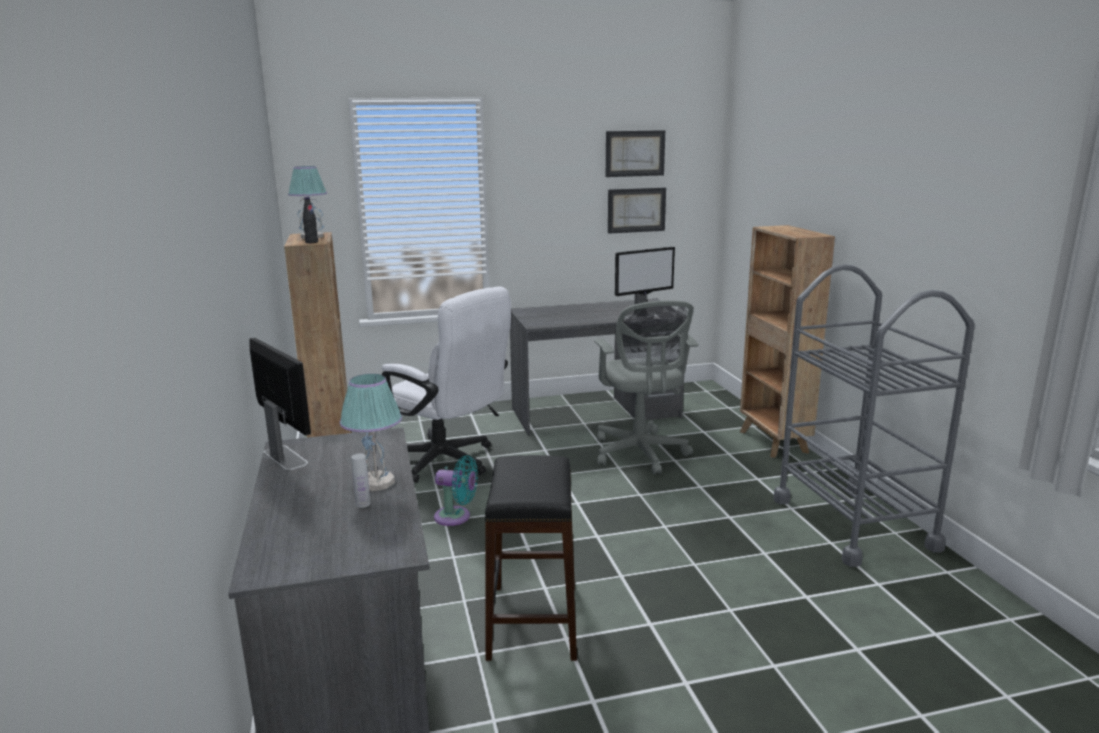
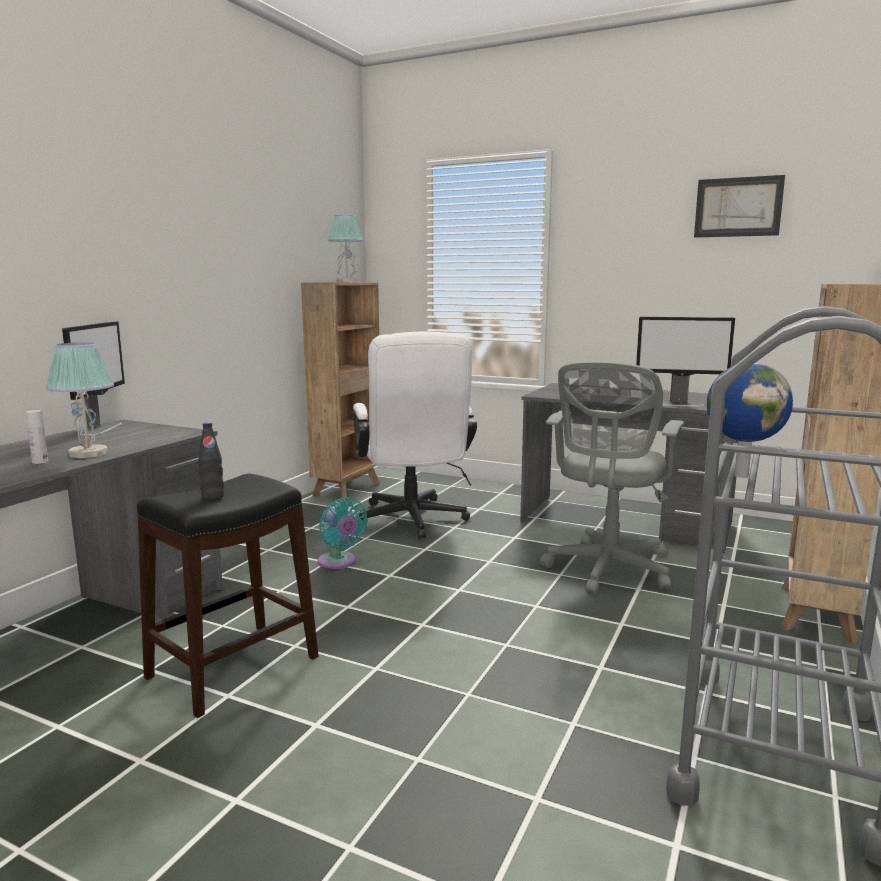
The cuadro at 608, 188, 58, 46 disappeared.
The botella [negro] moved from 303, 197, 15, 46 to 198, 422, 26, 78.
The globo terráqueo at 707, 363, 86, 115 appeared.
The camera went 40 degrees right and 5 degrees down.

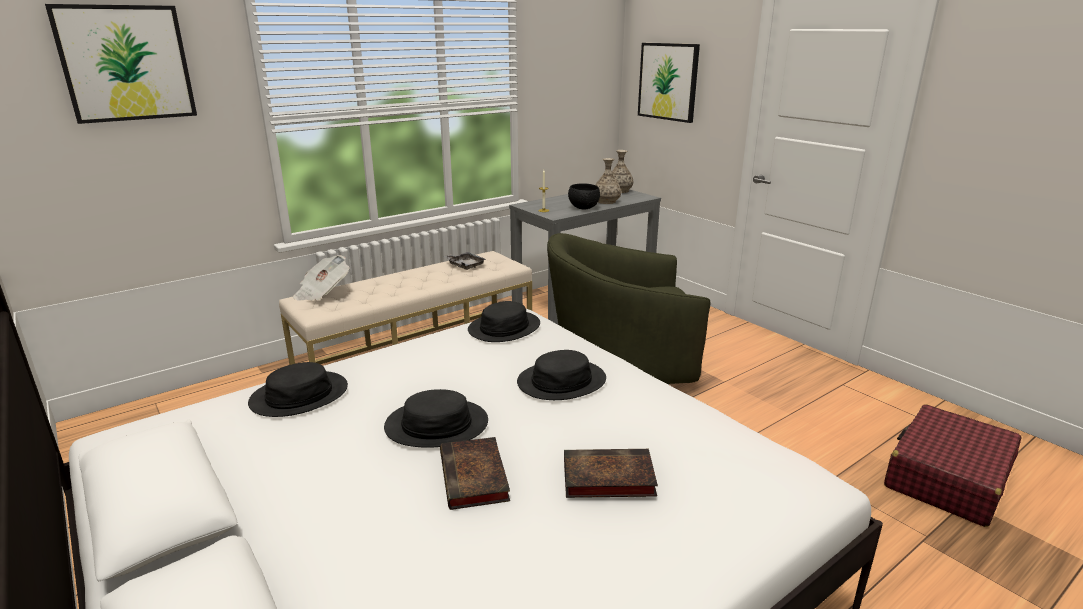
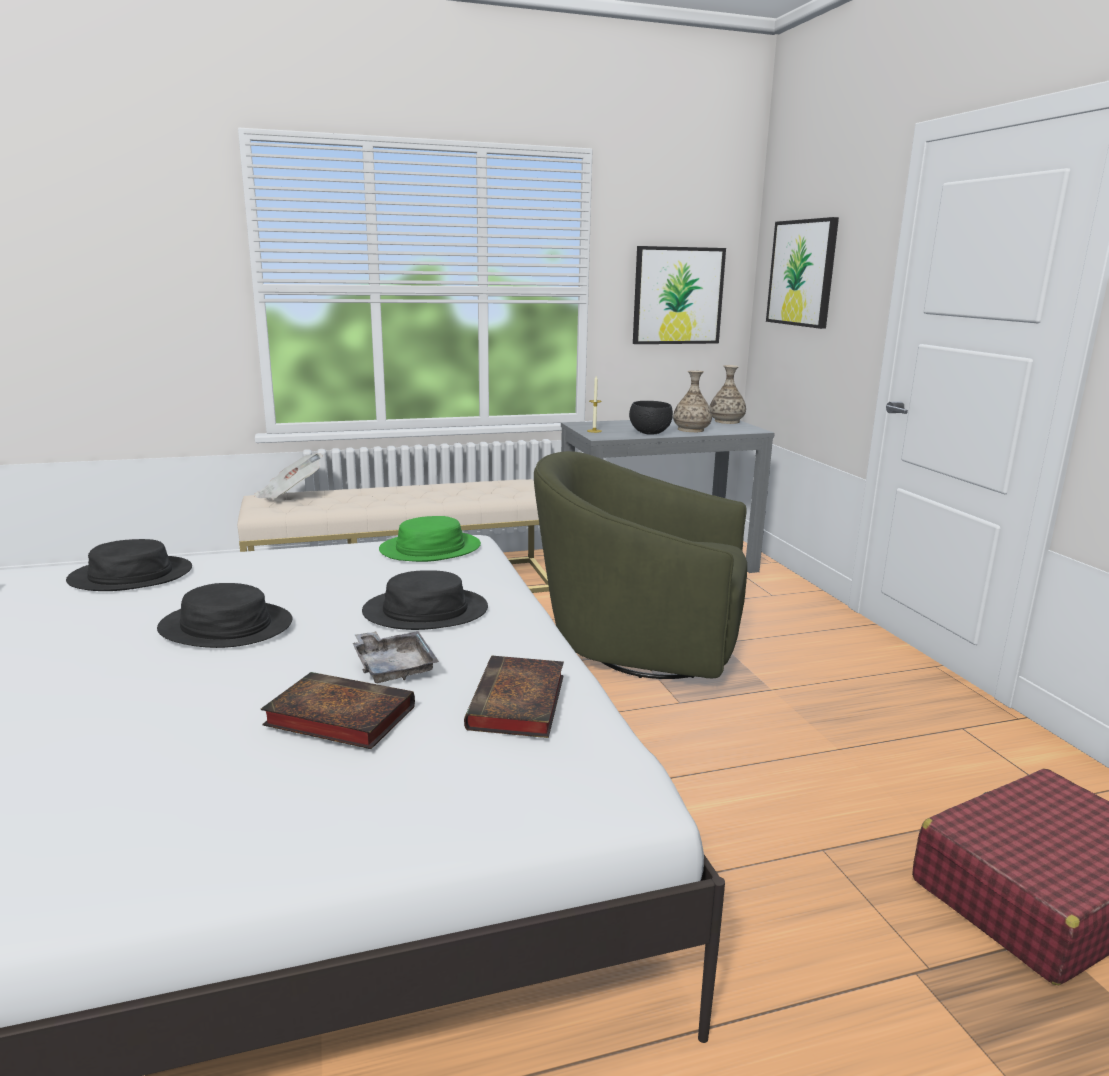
The cuadro moved from 45, 4, 152, 120 to 633, 246, 93, 98.
The bandeja [gris] moved from 444, 252, 42, 18 to 353, 631, 86, 52.
The sombrero [negro] at 468, 301, 72, 41 became the sombrero [verde] at 379, 516, 102, 46.
The libro moved from 440, 437, 70, 73 to 464, 656, 100, 82.
The camera went 20 degrees right and 5 degrees down.

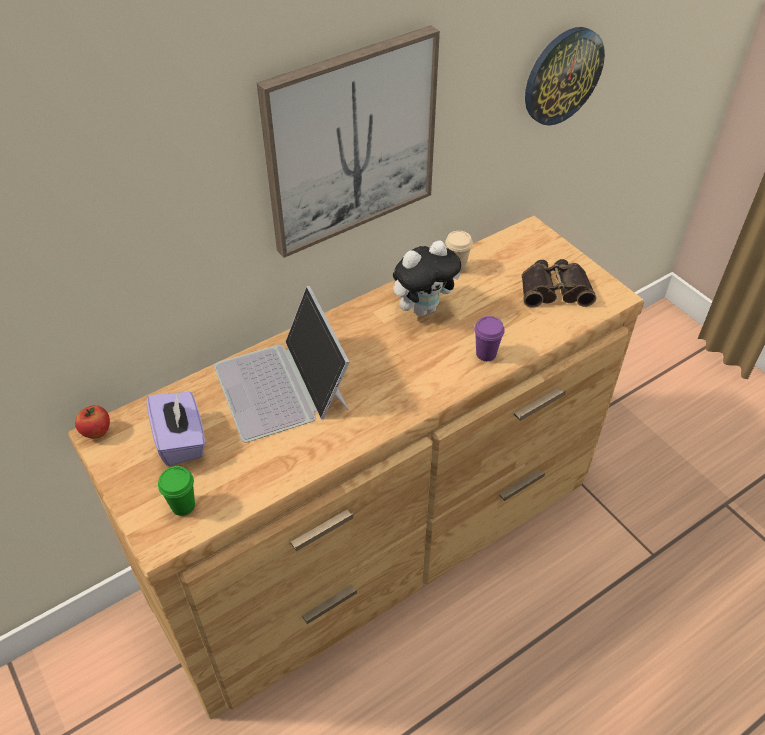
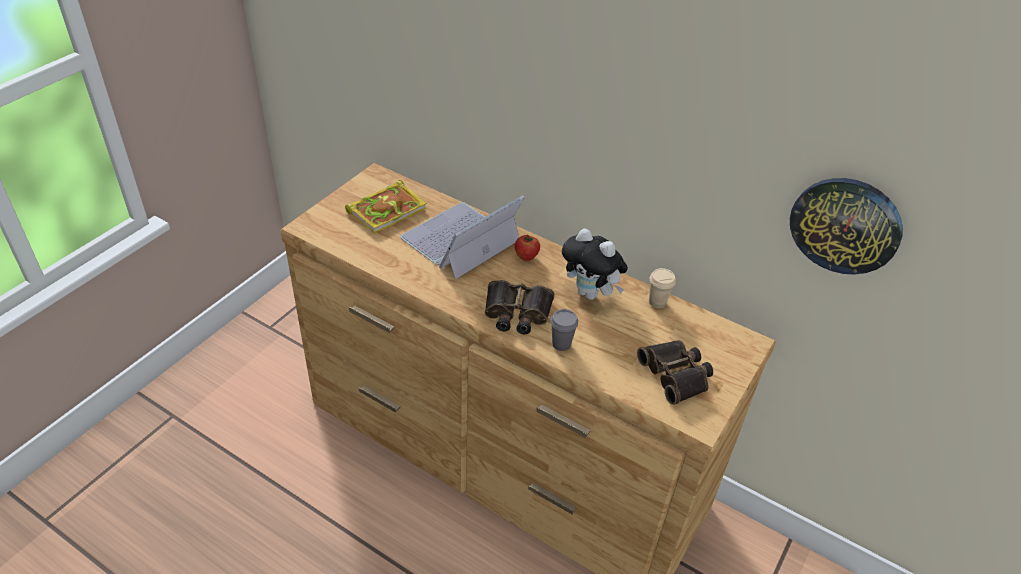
The cuadro at 257, 25, 183, 233 disappeared.
The taza [morado] at 474, 316, 31, 45 became the taza [gris] at 551, 309, 27, 42.
The caja de pañuelos [morado] at 147, 392, 58, 74 was replaced by the libro at 345, 180, 82, 54.
The manzana moved from 75, 405, 35, 34 to 515, 235, 25, 26.
The taza [verde] at 158, 466, 37, 50 disappeared.
The prismáticos at 485, 280, 69, 54 appeared.
The camera went 65 degrees right and 5 degrees down.

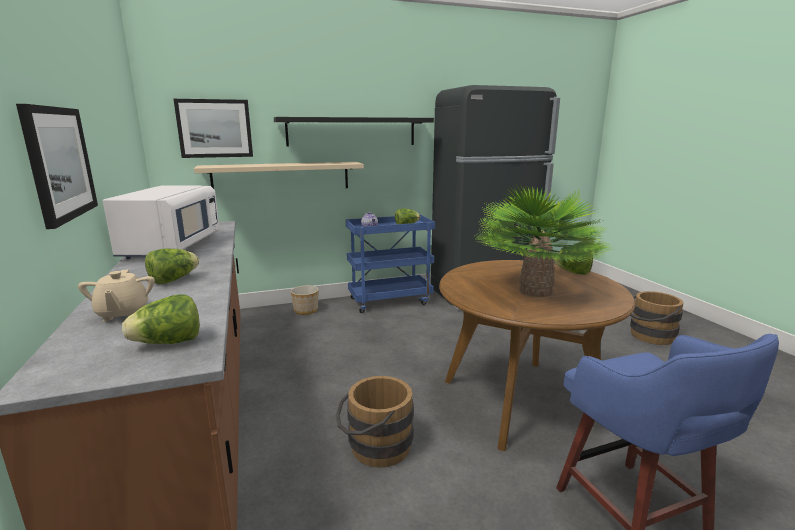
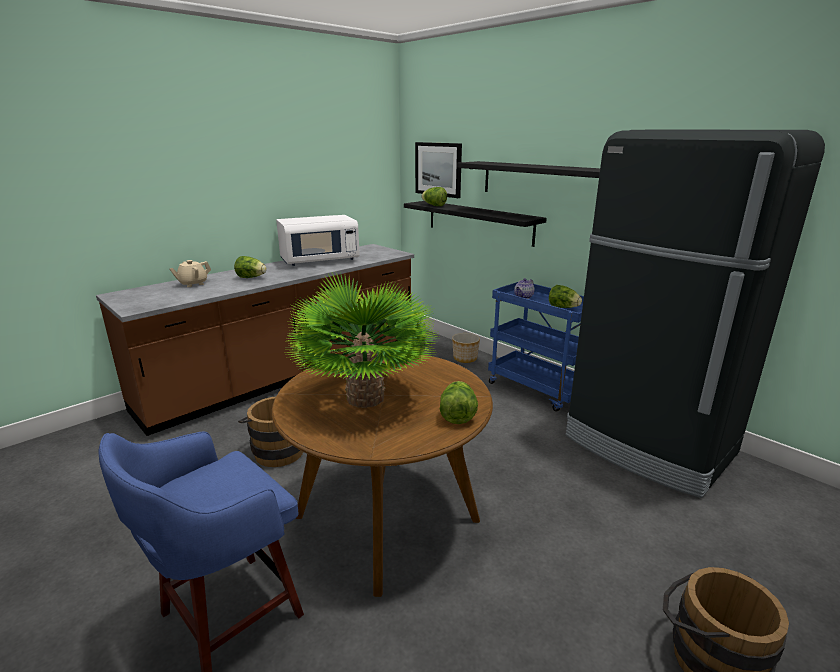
The cuadro at 16, 104, 82, 125 disappeared.
The estante [beis] at 194, 162, 170, 27 became the estante [negro] at 404, 201, 143, 46.
The lechuga moved from 122, 295, 78, 49 to 422, 187, 25, 19.
The camera went 65 degrees right and 5 degrees up.

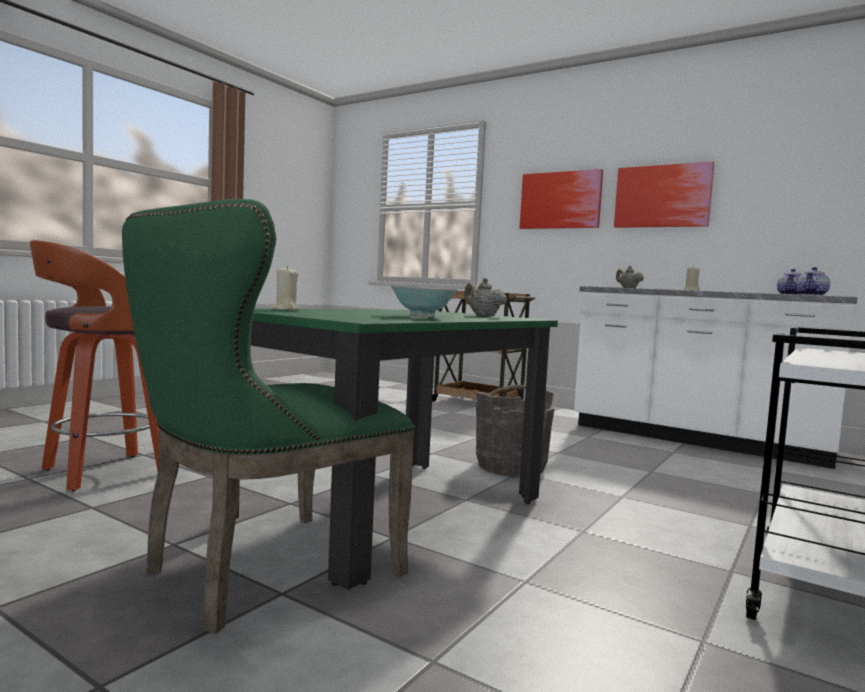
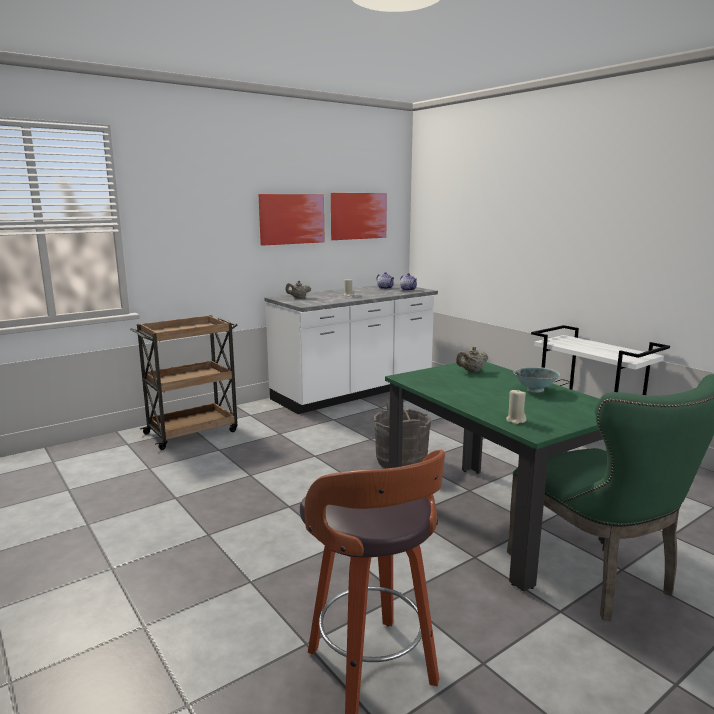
The cuadro moved from 520, 169, 83, 60 to 331, 193, 56, 47.
The camera went 70 degrees left and 10 degrees up.

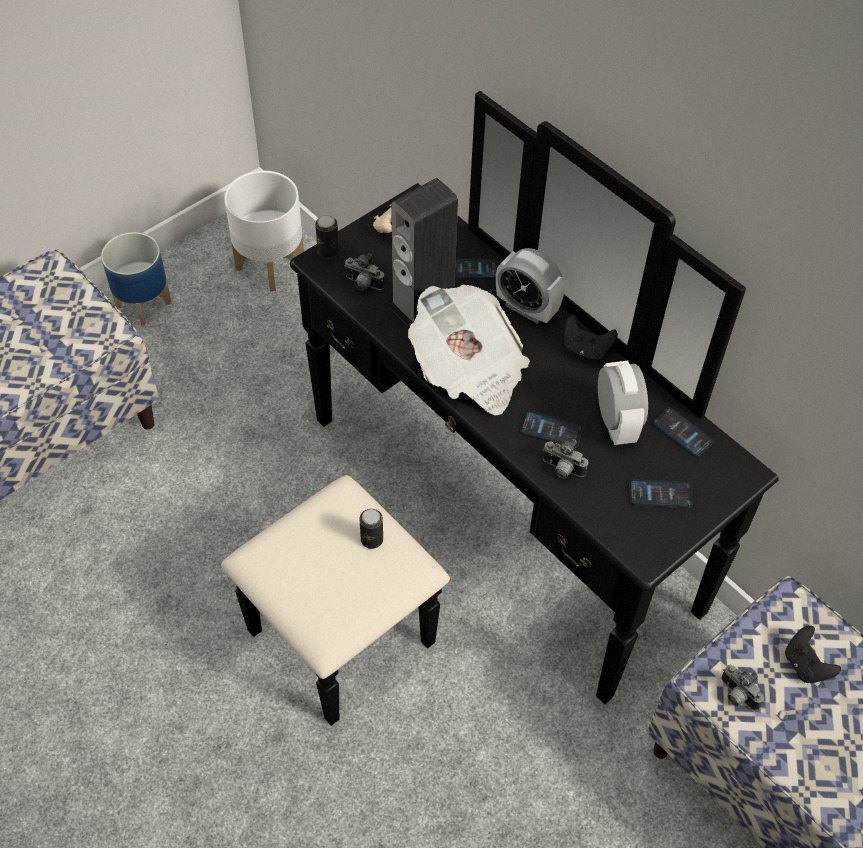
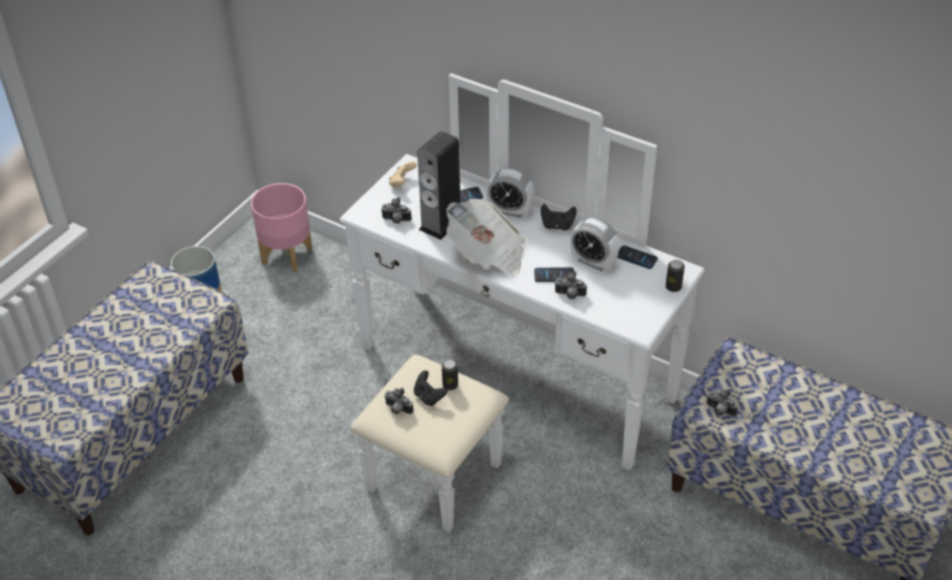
The cómoda [negro] at 221, 91, 558, 635 became the cómoda [blanco] at 340, 73, 365, 459.
The maceta [blanco] at 224, 170, 80, 121 became the maceta [rosa] at 251, 183, 61, 89.
The lata moved from 315, 215, 24, 43 to 666, 260, 19, 32.
The despertador at 598, 361, 50, 84 turned 150 degrees clockwise.
The móvil at 629, 480, 63, 28 disappeared.
The mando de consola [negro] moved from 785, 625, 56, 58 to 414, 370, 34, 36.
The cámara at 384, 388, 29, 26 appeared.
The camera went 15 degrees left and 10 degrees down.

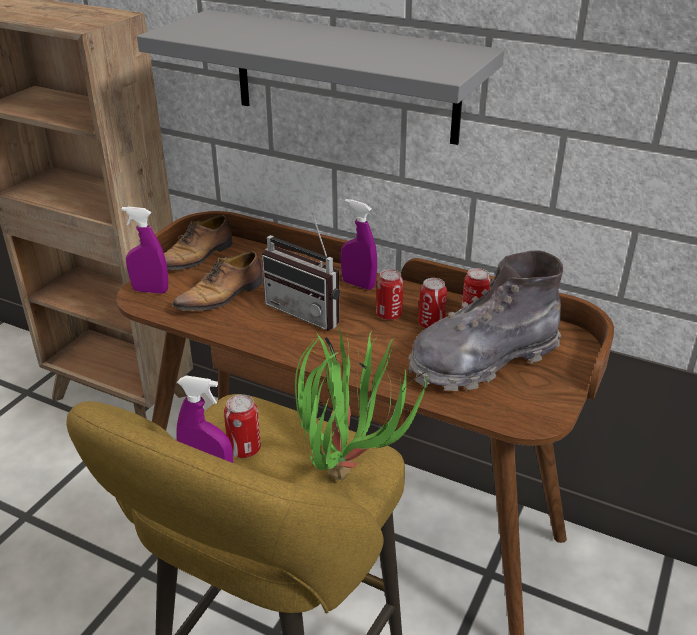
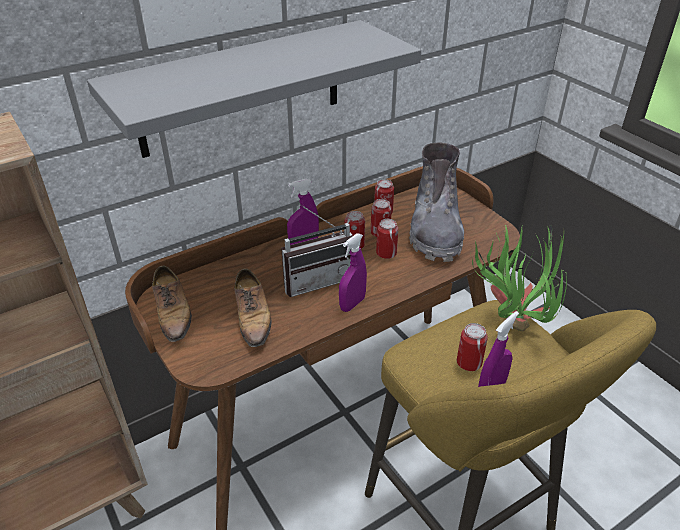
The pulverizador [morado] moved from 122, 206, 46, 88 to 339, 233, 28, 79.
The lata at 376, 219, 22, 40 appeared.
The camera went 60 degrees left and 5 degrees up.

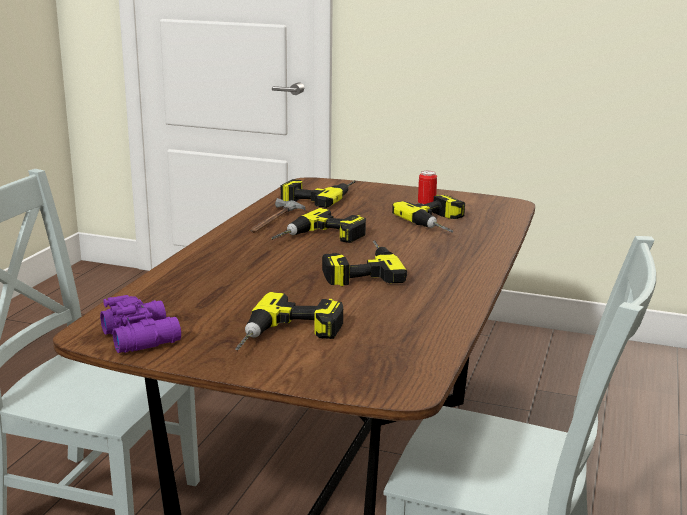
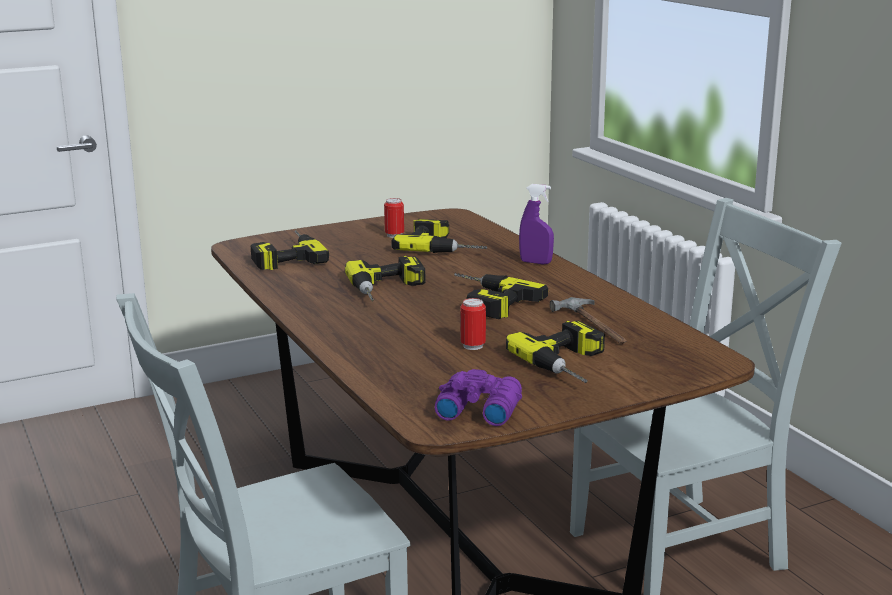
The martillo moved from 250, 198, 55, 35 to 550, 297, 77, 47.
The pulverizador [morado] at 519, 184, 35, 80 appeared.
The lata at 460, 298, 26, 52 appeared.
The camera went 45 degrees left and 0 degrees up.

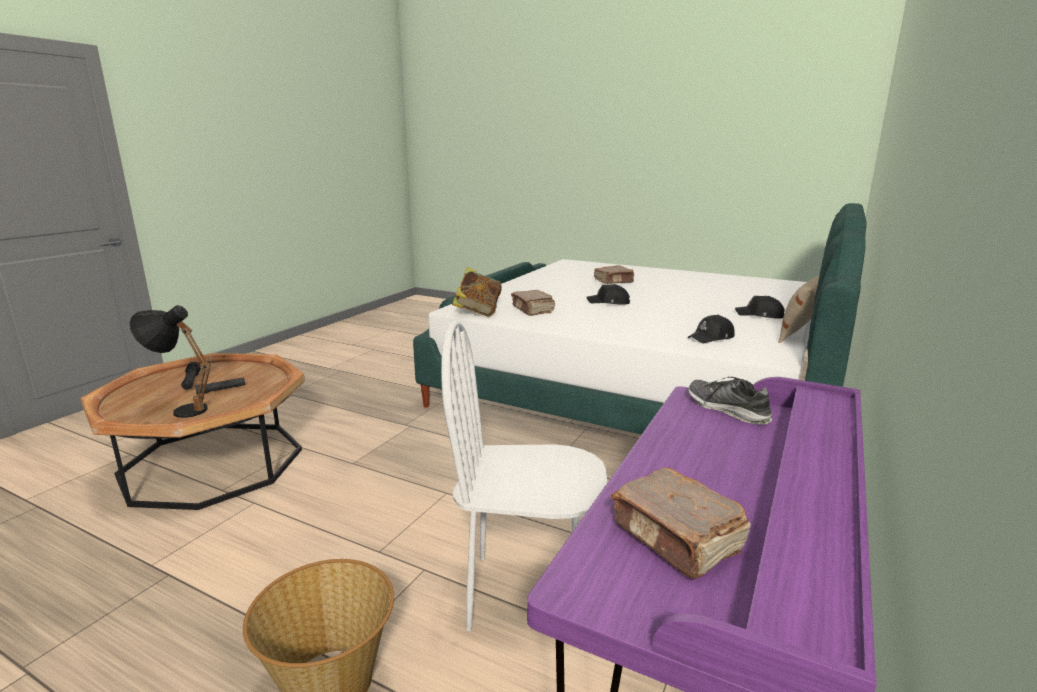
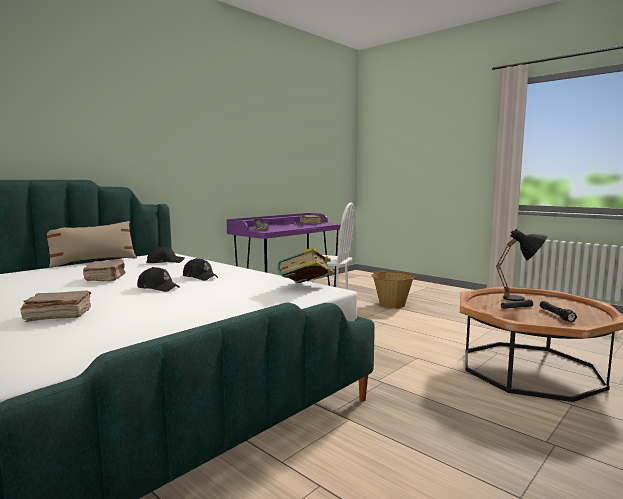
The libro [marrón] moved from 511, 290, 44, 26 to 83, 261, 42, 20.
The gorra [negro] moved from 735, 296, 50, 23 to 183, 258, 35, 23.
The camera went 165 degrees left and 10 degrees down.

